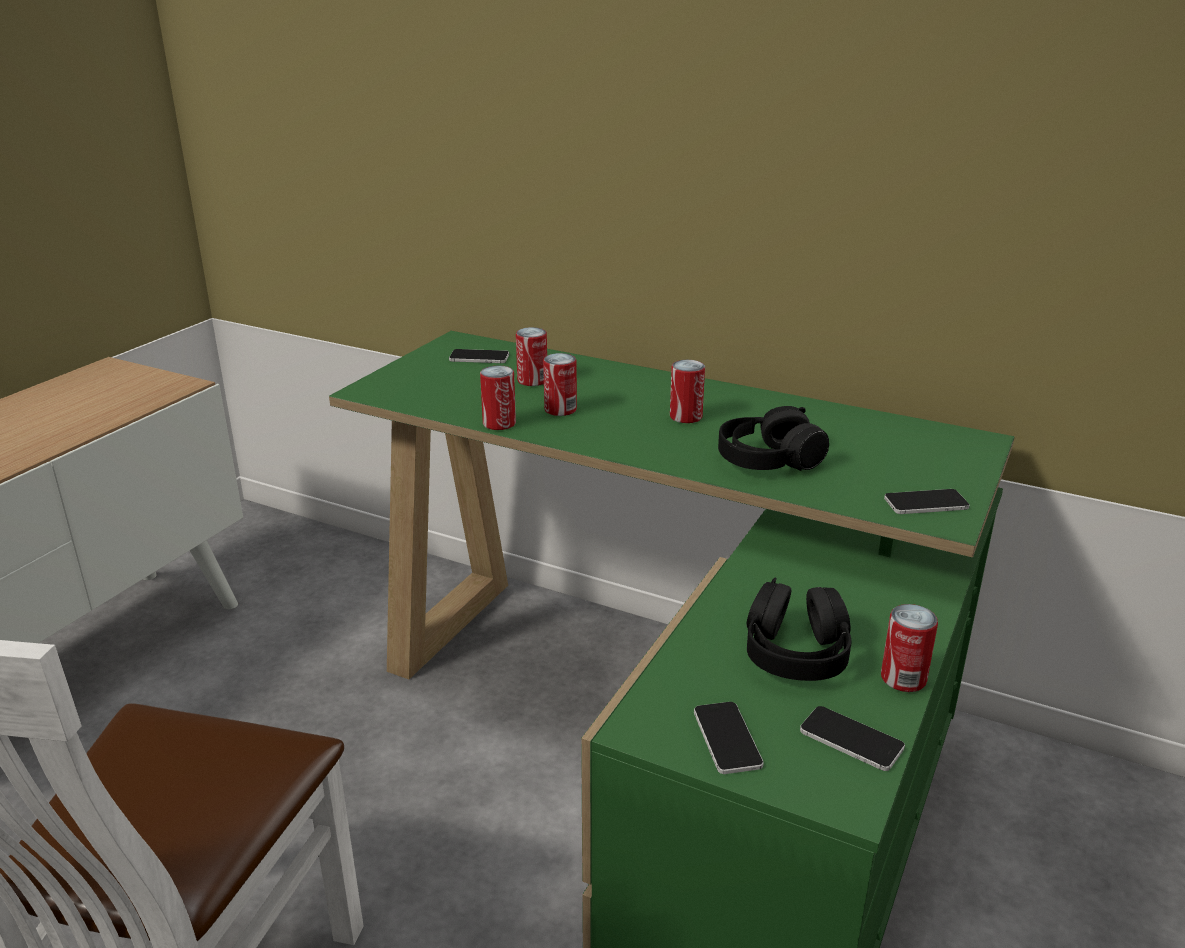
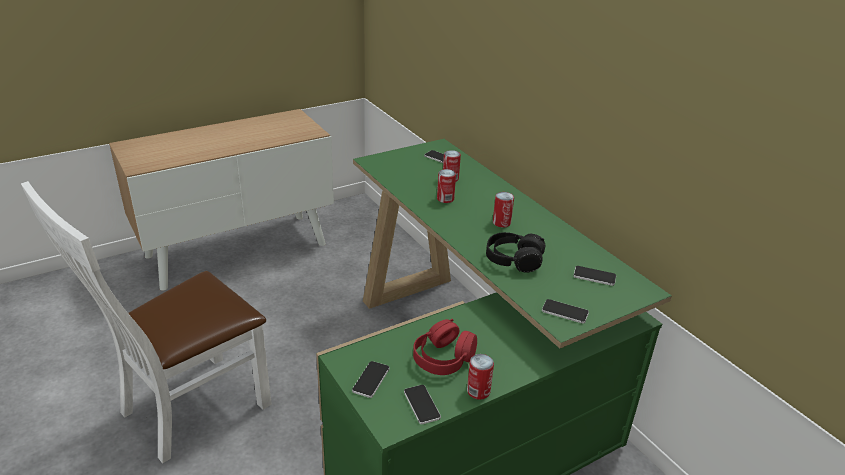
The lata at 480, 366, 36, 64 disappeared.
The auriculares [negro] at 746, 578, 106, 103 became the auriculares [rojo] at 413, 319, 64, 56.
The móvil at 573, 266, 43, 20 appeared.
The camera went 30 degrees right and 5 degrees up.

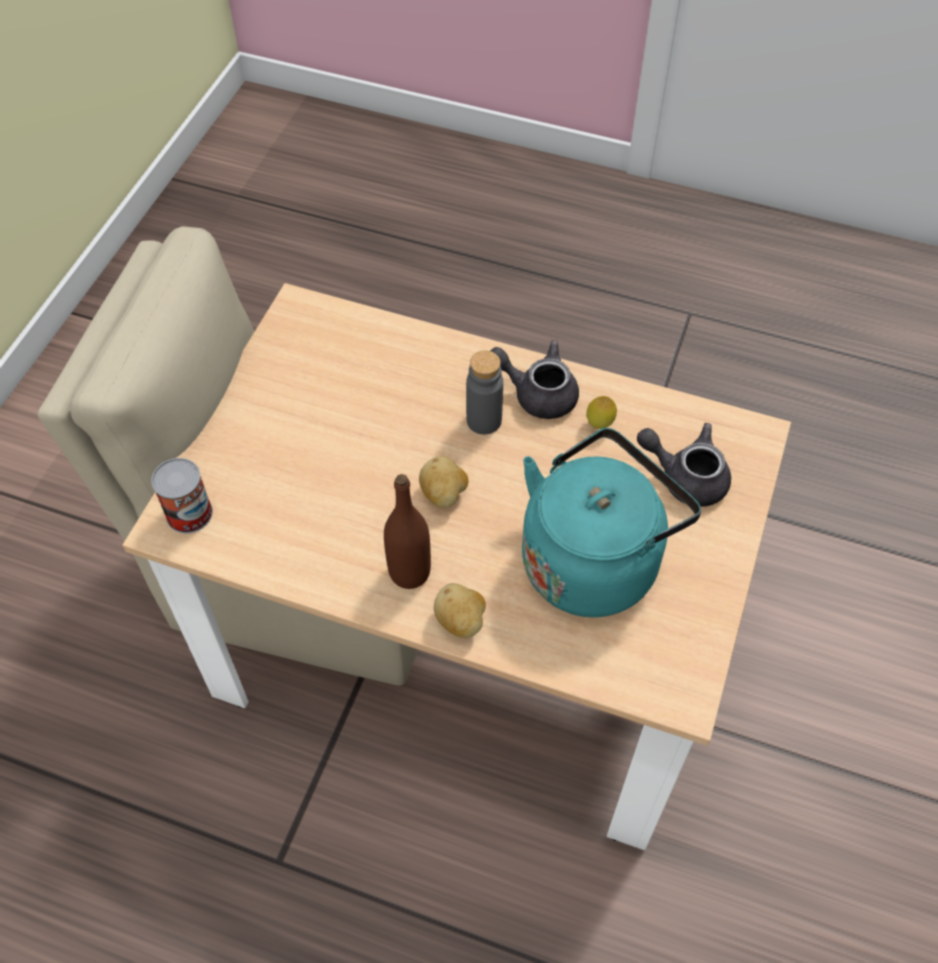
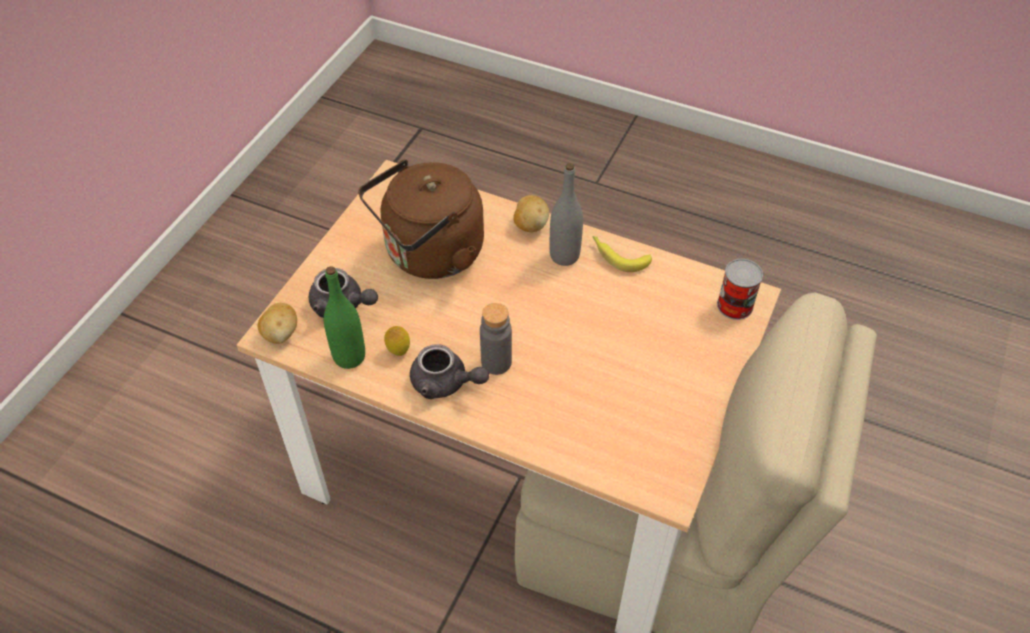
The hervidor [turquesa] at 522, 428, 179, 189 became the hervidor [marrón] at 358, 159, 126, 120.
The patata moved from 419, 456, 49, 52 to 258, 303, 39, 41.
The botella [marrón] at 384, 474, 47, 115 became the botella [gris] at 549, 163, 34, 103.
The plátano at 592, 236, 60, 36 appeared.
The botella [verde] at 324, 266, 41, 103 appeared.
The camera went 175 degrees left and 5 degrees down.

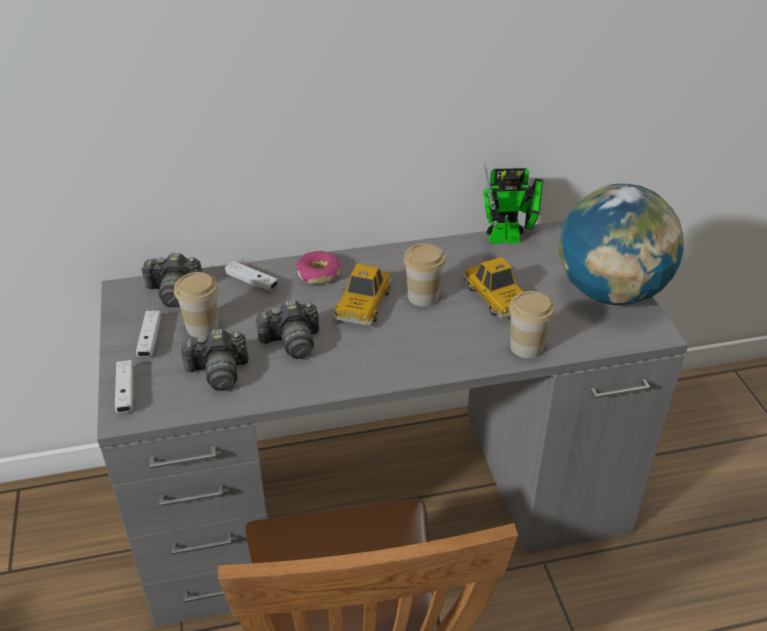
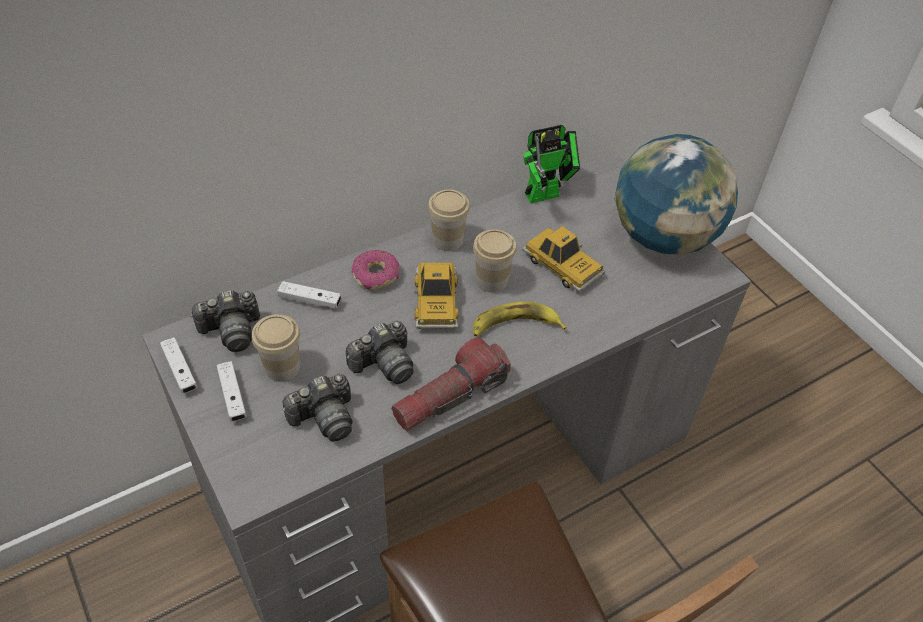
The taza moved from 509, 291, 46, 67 to 428, 189, 42, 62.
The mando de consola [blanco] moved from 115, 360, 18, 53 to 160, 337, 37, 57.
The plátano at 473, 301, 94, 36 appeared.
The linterna at 391, 337, 120, 94 appeared.
The camera went 20 degrees left and 10 degrees up.

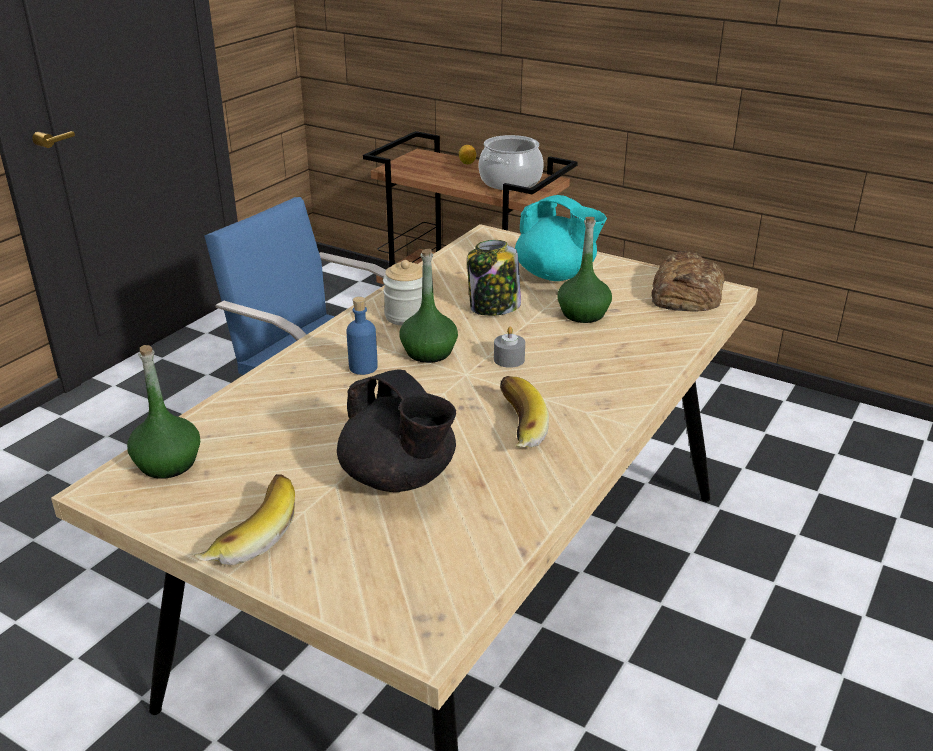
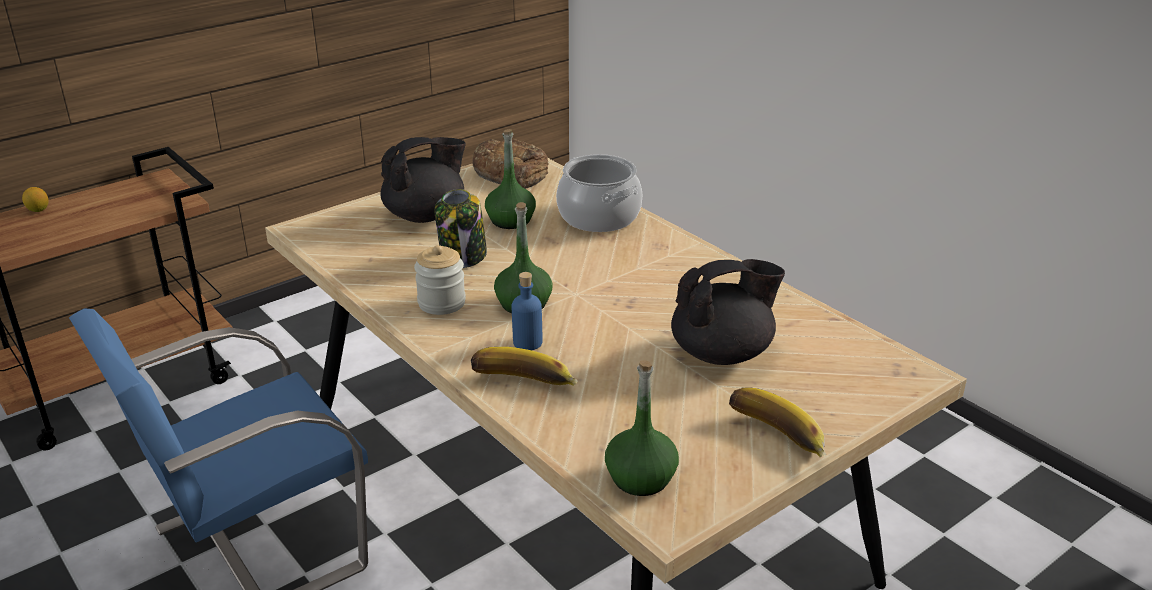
The olla moved from 479, 135, 65, 56 to 556, 154, 86, 78.
The tetera [turquesa] at 515, 195, 92, 86 became the tetera [negro] at 380, 137, 86, 86.
The vela [gris] at 494, 327, 31, 41 disappeared.
The plátano moved from 500, 376, 49, 72 to 471, 347, 107, 39.
The camera went 70 degrees left and 0 degrees up.

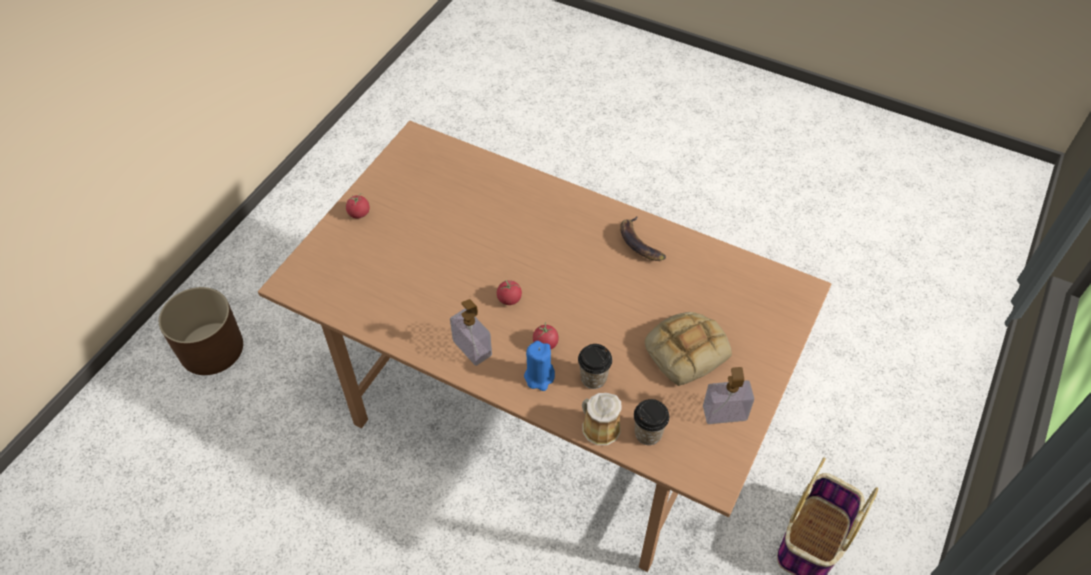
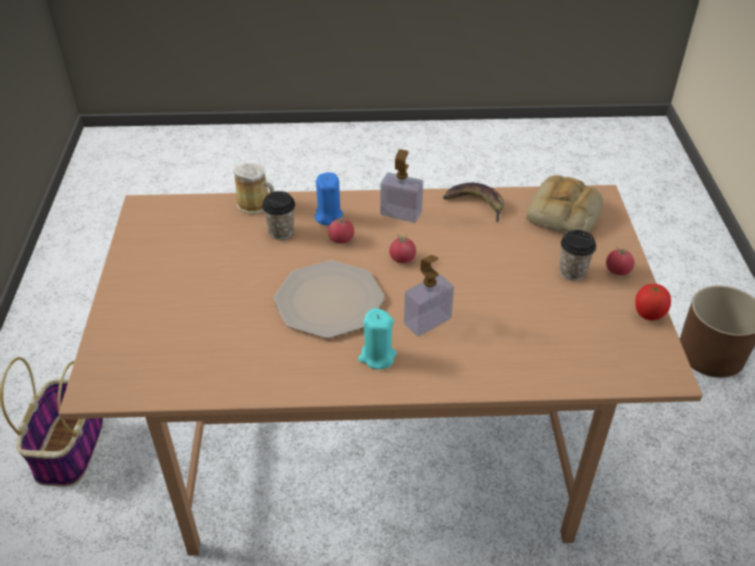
The plátano moved from 620, 217, 46, 44 to 443, 183, 61, 40.
The pan moved from 645, 312, 87, 74 to 526, 175, 77, 60.
The dispensador de jabón moved from 703, 367, 51, 57 to 404, 255, 50, 81.
The taza moved from 634, 399, 36, 46 to 559, 230, 37, 51.
The plato at 274, 261, 111, 77 appeared.
The tomate at 635, 284, 36, 36 appeared.
The vela [turquesa] at 358, 308, 38, 61 appeared.
The camera went 150 degrees right and 10 degrees down.

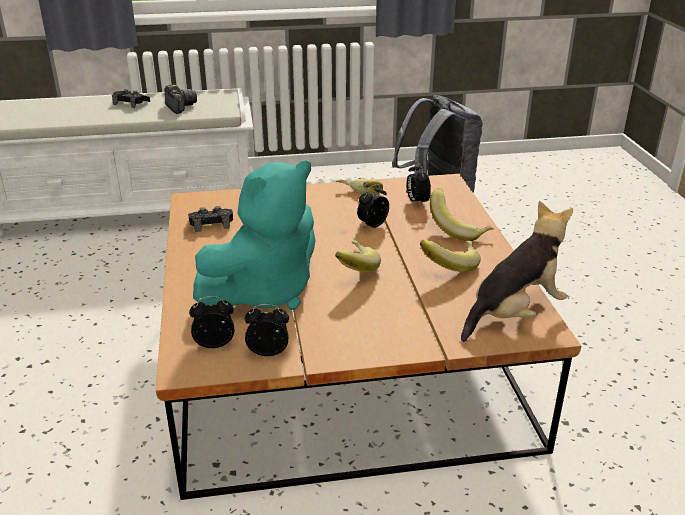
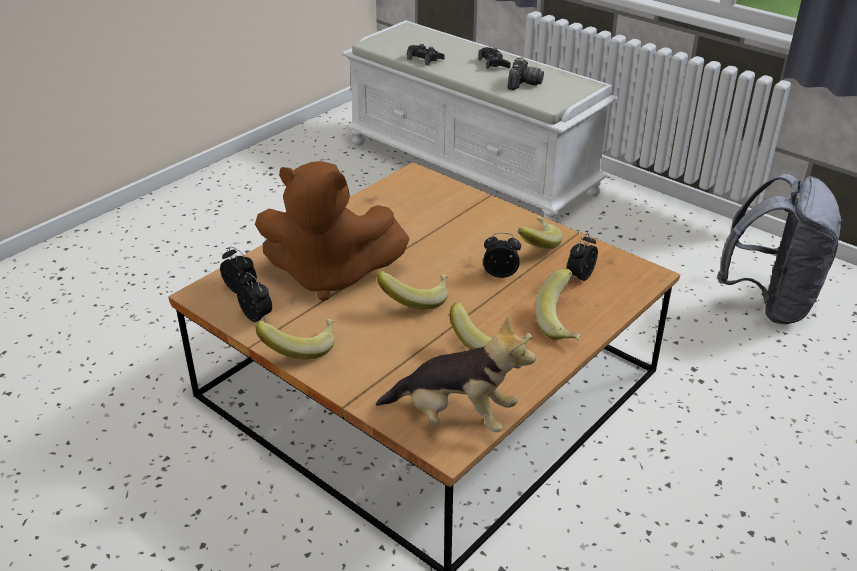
The peluche [turquesa] at 193, 161, 123, 149 became the peluche [marrón] at 255, 161, 155, 140.
The mando de consola [negro] moved from 188, 206, 45, 26 to 407, 44, 37, 22.
The plátano at 256, 319, 79, 40 appeared.
The camera went 50 degrees right and 5 degrees up.

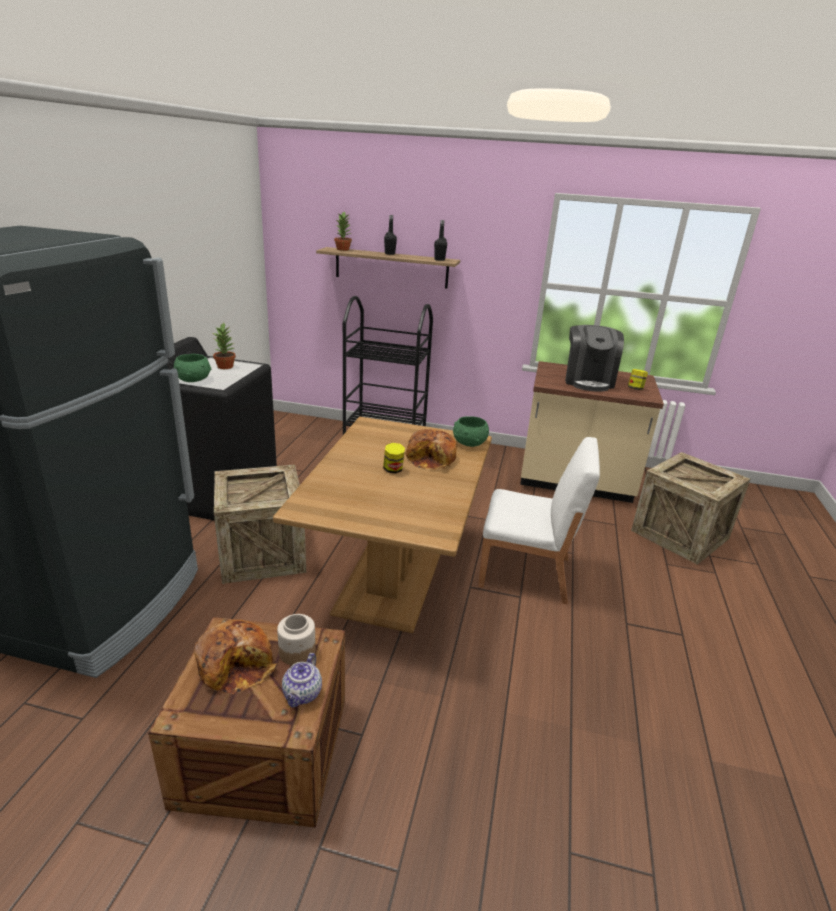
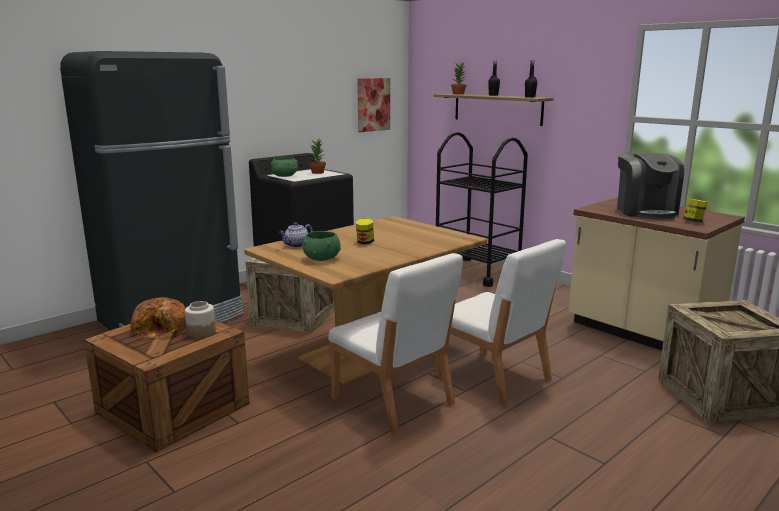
The cafetera at 565, 325, 59, 67 turned 45 degrees counterclockwise.
The cuenco [verde] moved from 453, 416, 36, 31 to 302, 231, 39, 30.
The pan at 405, 429, 52, 41 disappeared.
The tetera moved from 282, 653, 40, 54 to 279, 222, 34, 25.
The cuadro at 357, 78, 33, 54 appeared.
The silla [blanco] at 328, 253, 135, 183 appeared.
The camera went 35 degrees right and 10 degrees down.

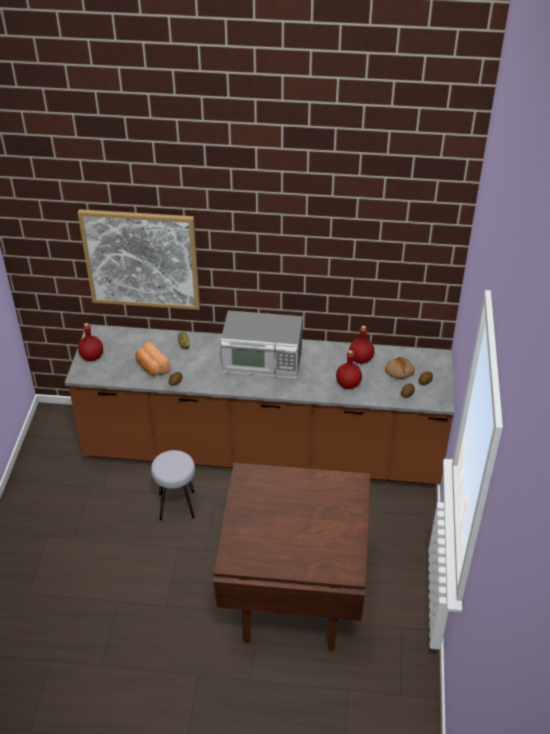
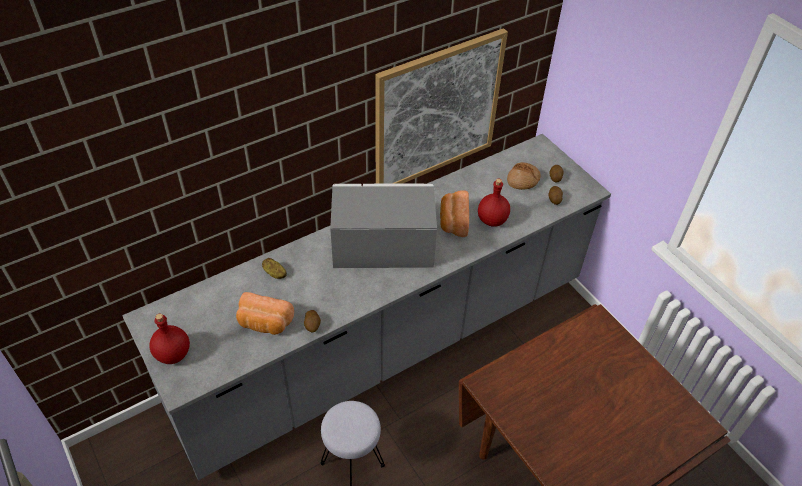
The cuadro moved from 77, 209, 123, 101 to 375, 28, 133, 156.
The microondas at 221, 310, 82, 69 turned 150 degrees counterclockwise.
The mueble bajo de cocina [marrón] at 65, 324, 390, 161 became the mueble bajo de cocina [gris] at 122, 134, 489, 346.
The botella [rojo] at 349, 326, 25, 38 disappeared.
The pan at 440, 190, 29, 47 appeared.
The camera went 40 degrees left and 5 degrees up.

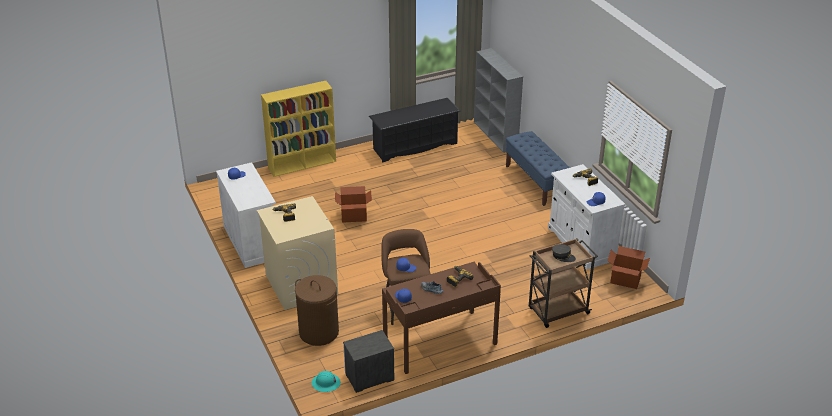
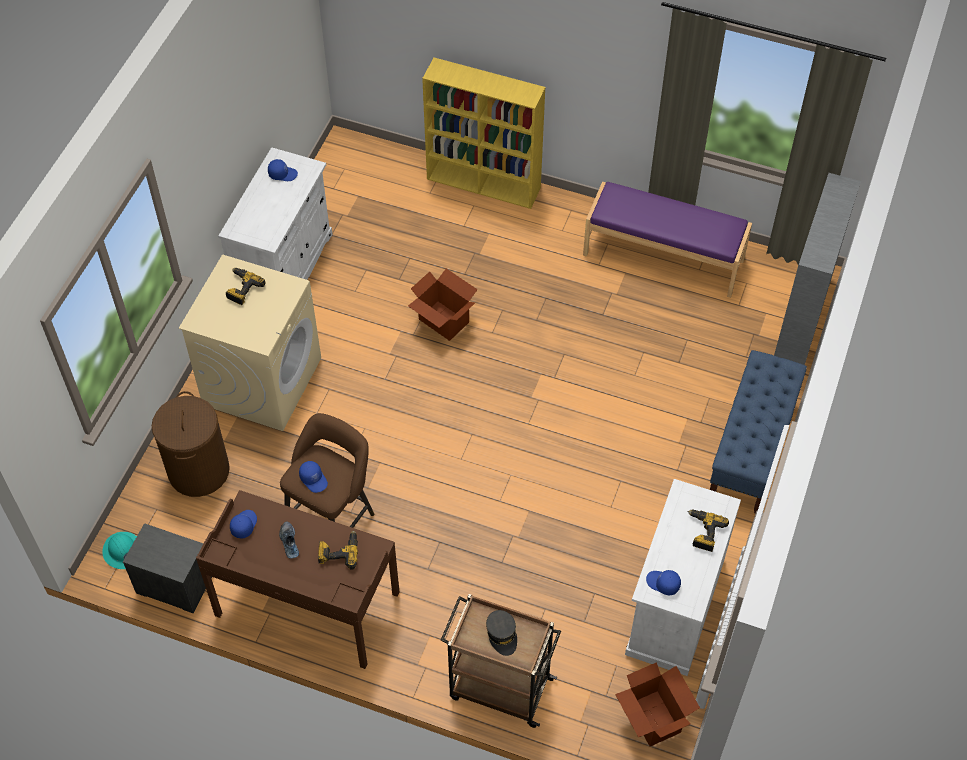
The zapatero [negro] at 369, 98, 91, 64 was replaced by the banco [morado] at 583, 182, 169, 116.
The camera went 45 degrees right and 20 degrees up.

